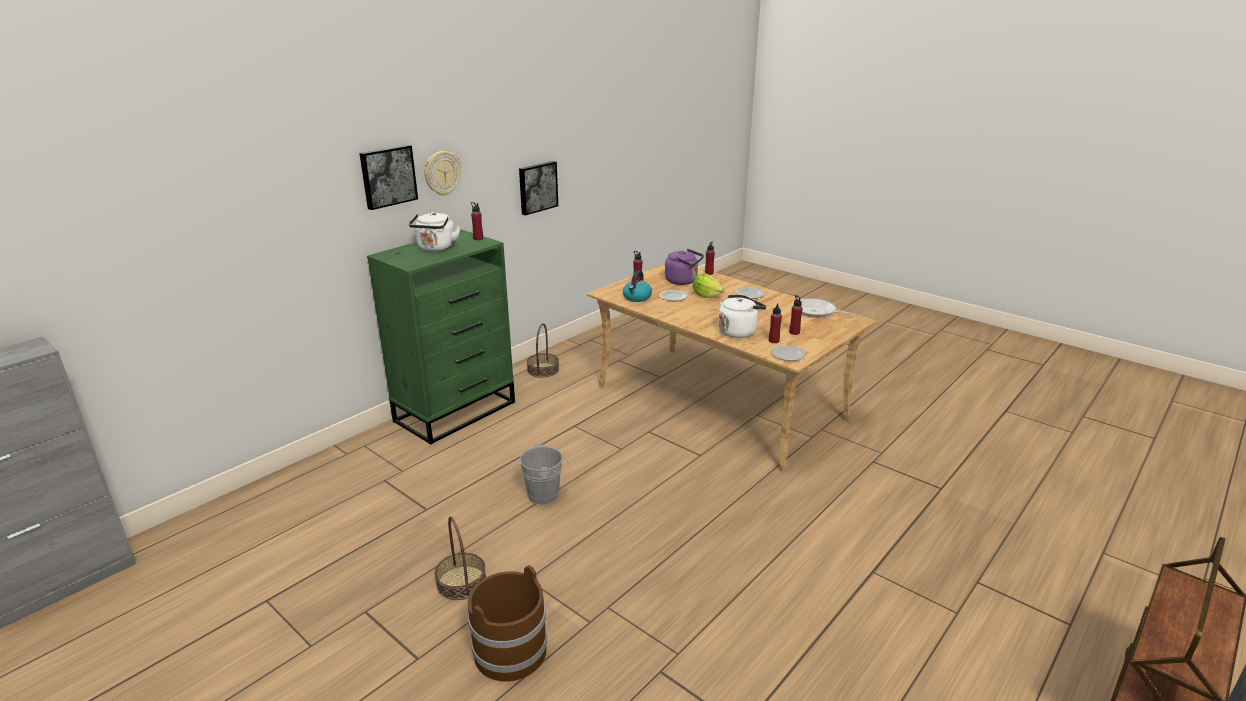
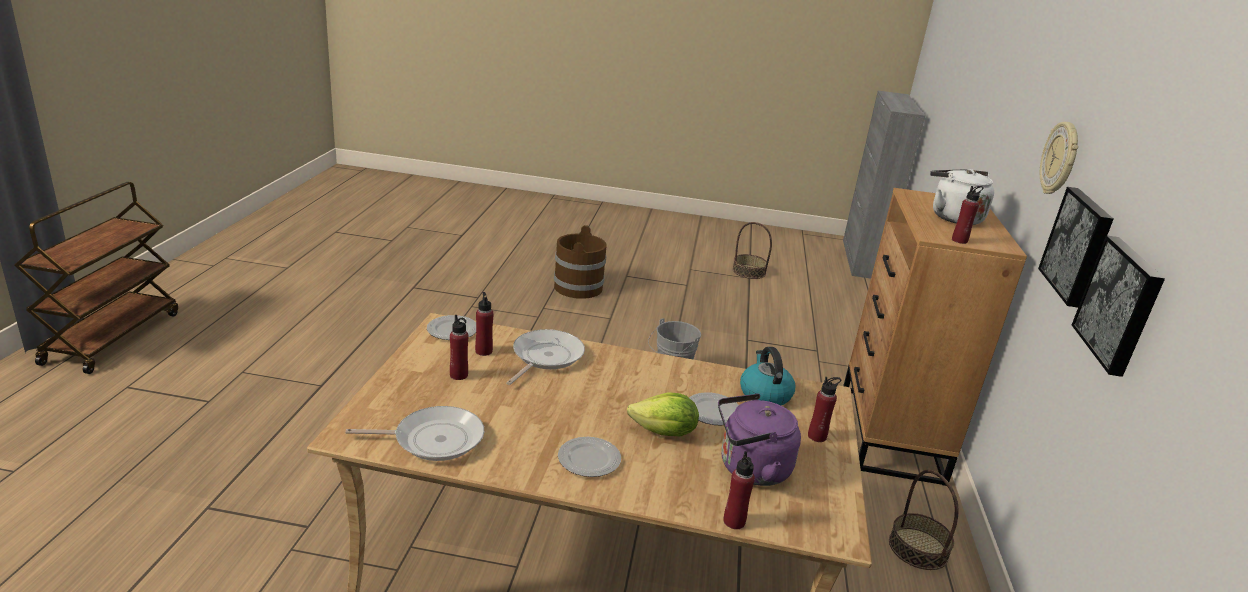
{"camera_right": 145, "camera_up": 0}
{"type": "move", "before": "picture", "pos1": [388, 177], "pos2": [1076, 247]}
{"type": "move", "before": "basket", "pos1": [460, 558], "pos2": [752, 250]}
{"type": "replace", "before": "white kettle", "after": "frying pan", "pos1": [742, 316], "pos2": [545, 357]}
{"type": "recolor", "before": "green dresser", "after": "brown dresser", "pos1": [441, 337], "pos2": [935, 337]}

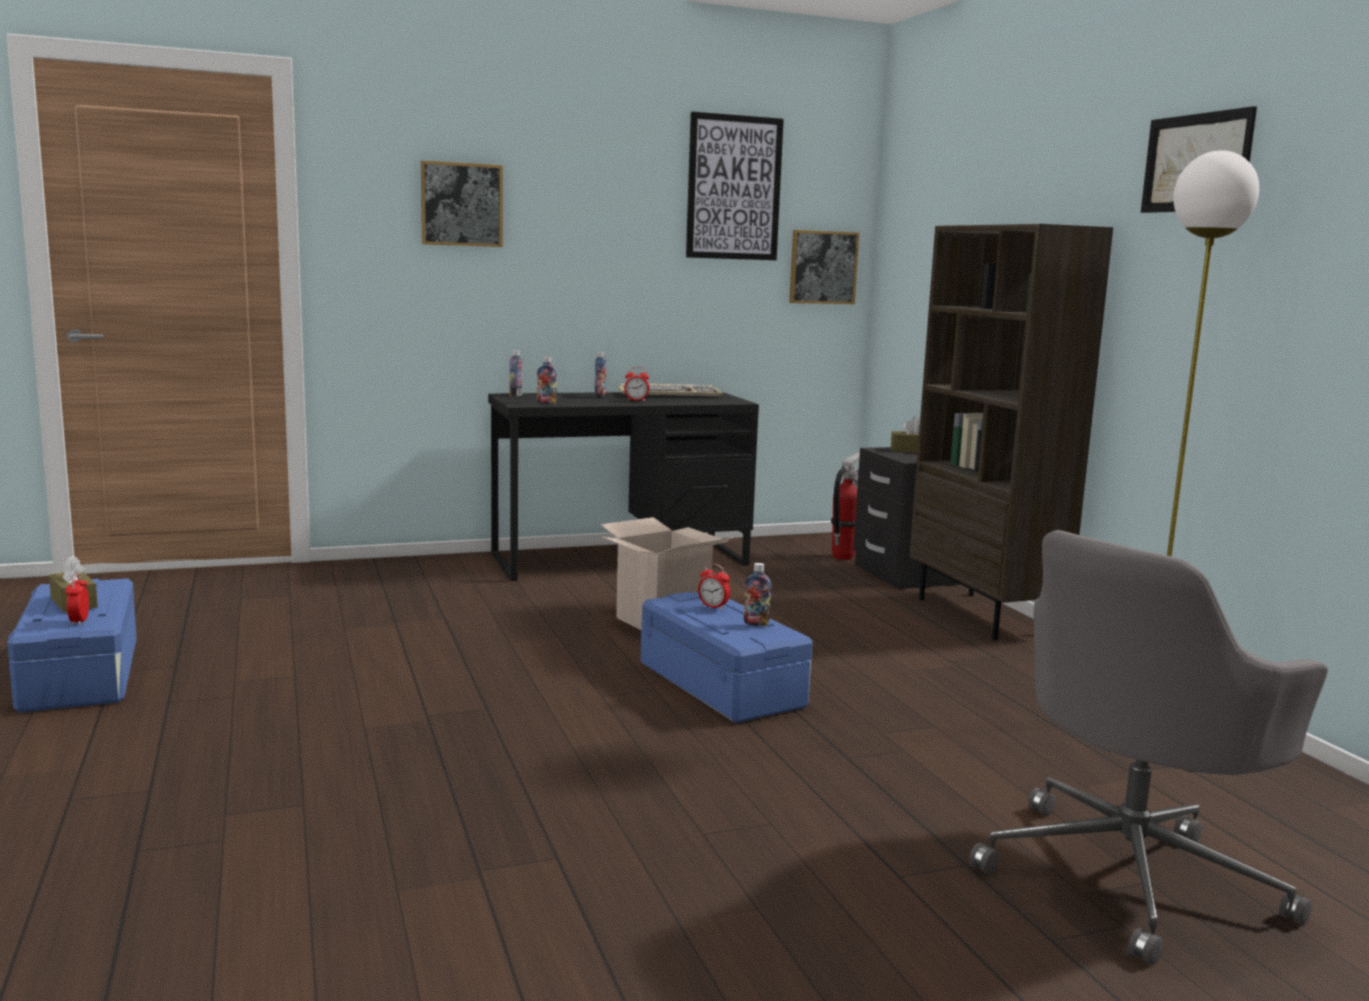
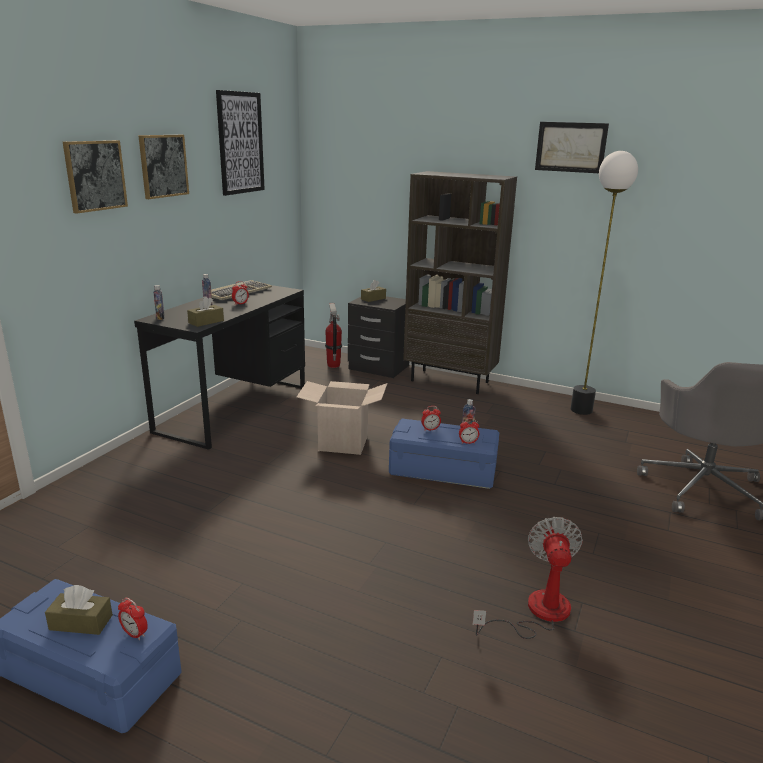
{"camera_right": -45, "camera_up": 10}
{"type": "insert", "after": "alarm clock", "pos2": [469, 431]}
{"type": "insert", "after": "fan", "pos2": [528, 578]}
{"type": "move", "before": "picture", "pos1": [824, 267], "pos2": [163, 167]}
{"type": "replace", "before": "bottle", "after": "brown tissue box", "pos1": [547, 380], "pos2": [205, 311]}

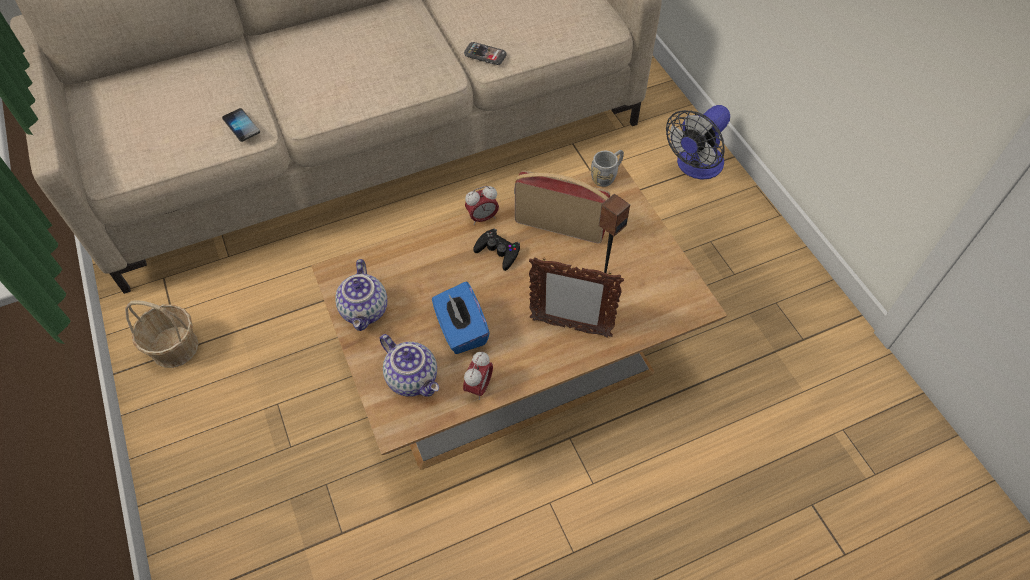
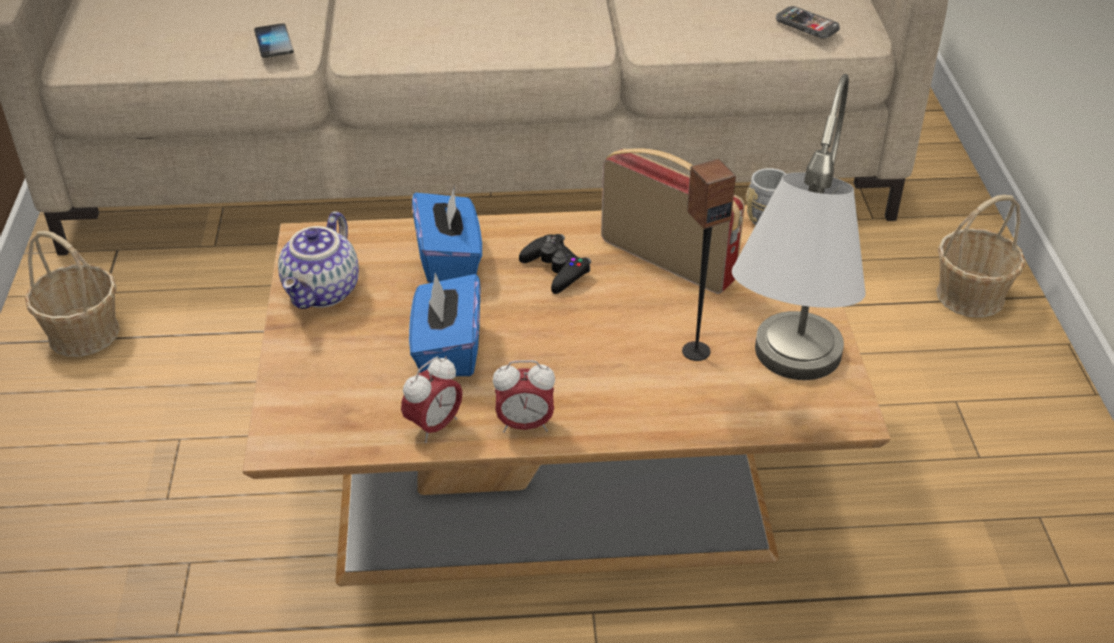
{"camera_right": 20, "camera_up": -15}
{"type": "delete", "before": "teapot", "pos1": [409, 365]}
{"type": "delete", "before": "picture frame", "pos1": [576, 297]}
{"type": "insert", "after": "blue tissue box", "pos2": [447, 234]}
{"type": "insert", "after": "grey table lamp", "pos2": [799, 227]}
{"type": "move", "before": "phone", "pos1": [485, 53], "pos2": [808, 22]}
{"type": "move", "before": "alarm clock", "pos1": [482, 205], "pos2": [524, 396]}
{"type": "replace", "before": "fan", "after": "basket", "pos1": [698, 142], "pos2": [980, 256]}

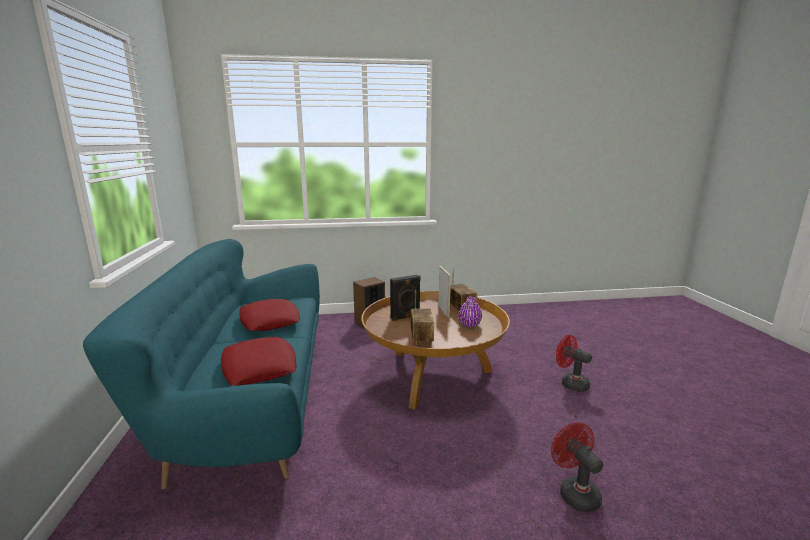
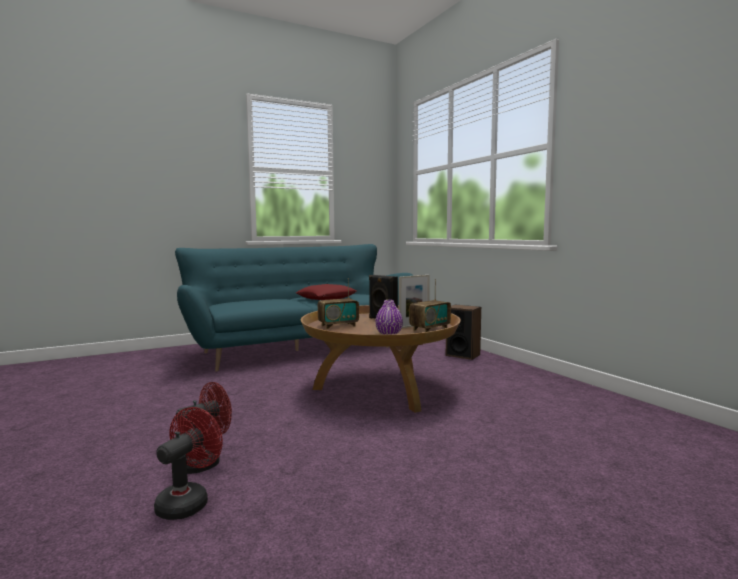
{"camera_right": 70, "camera_up": -10}
{"type": "delete", "before": "red pillow", "pos1": [259, 361]}
{"type": "move", "before": "red fan", "pos1": [574, 363], "pos2": [188, 463]}

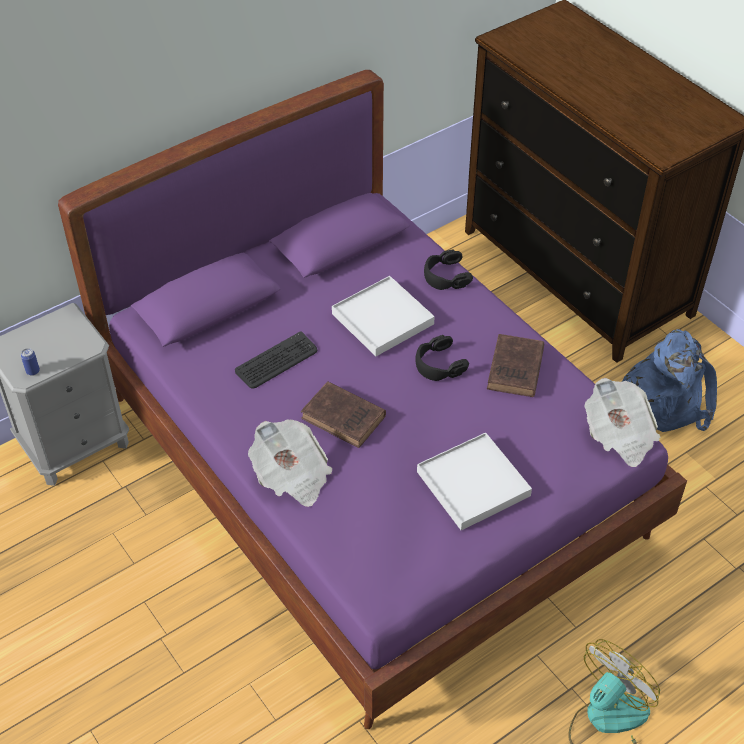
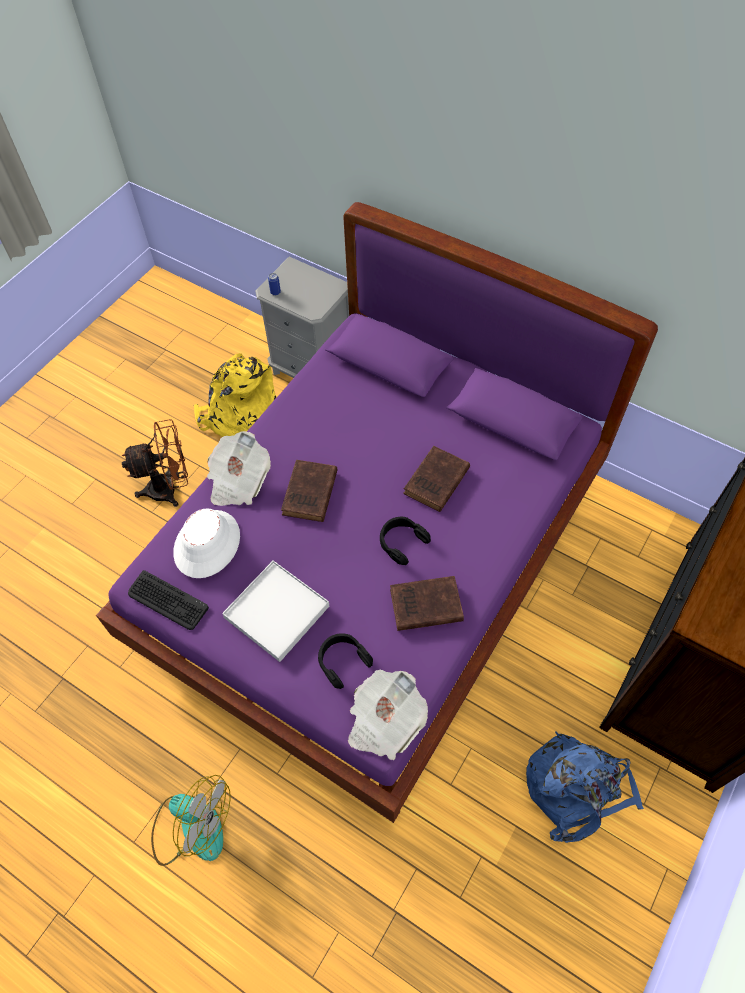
{"camera_right": 70, "camera_up": 10}
{"type": "insert", "after": "brown fan", "pos2": [155, 463]}
{"type": "insert", "after": "white hat", "pos2": [206, 543]}
{"type": "insert", "after": "yellow backpack", "pos2": [235, 395]}
{"type": "move", "before": "keyboard", "pos1": [276, 360], "pos2": [168, 600]}
{"type": "move", "before": "black headphones", "pos1": [448, 269], "pos2": [345, 661]}
{"type": "replace", "before": "white tray", "after": "brown book", "pos1": [383, 316], "pos2": [436, 479]}

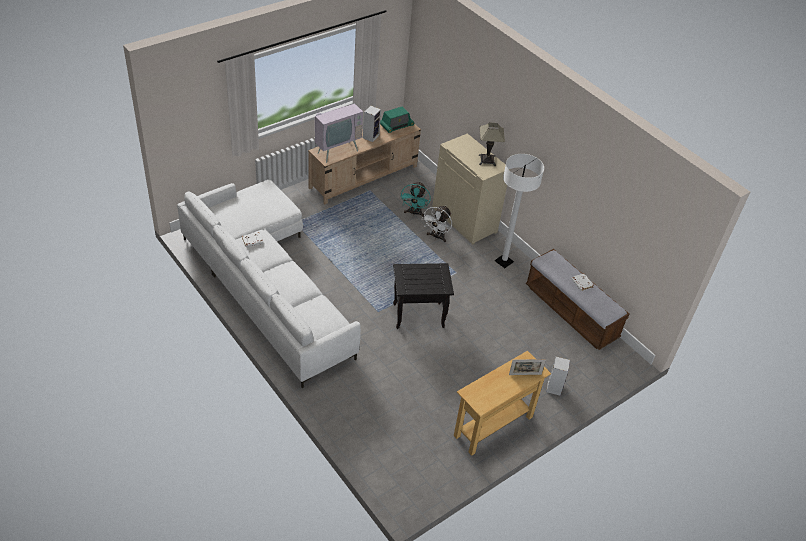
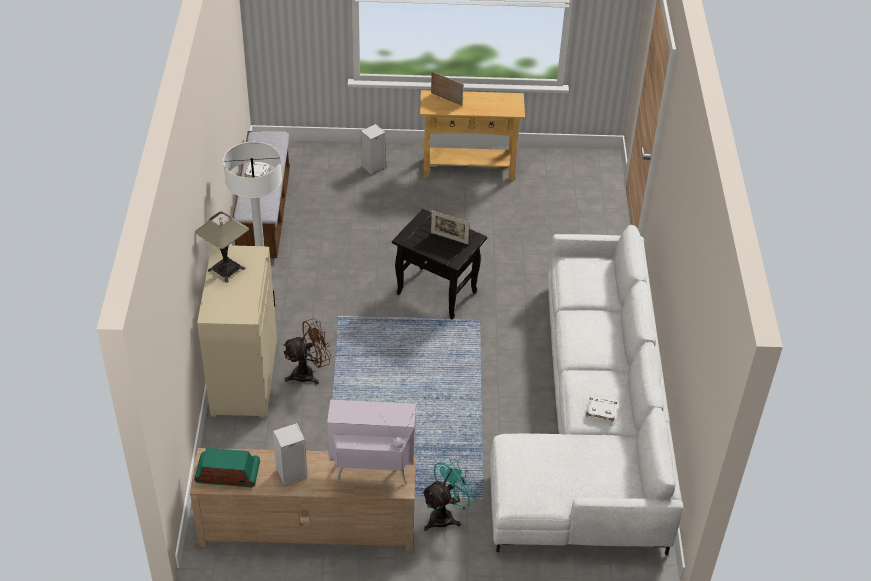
{"camera_right": -140, "camera_up": 0}
{"type": "insert", "after": "picture frame", "pos2": [450, 227]}
{"type": "move", "before": "turquoise fan", "pos1": [415, 199], "pos2": [449, 494]}
{"type": "recolor", "before": "white fan", "after": "brown fan", "pos1": [437, 224], "pos2": [307, 351]}

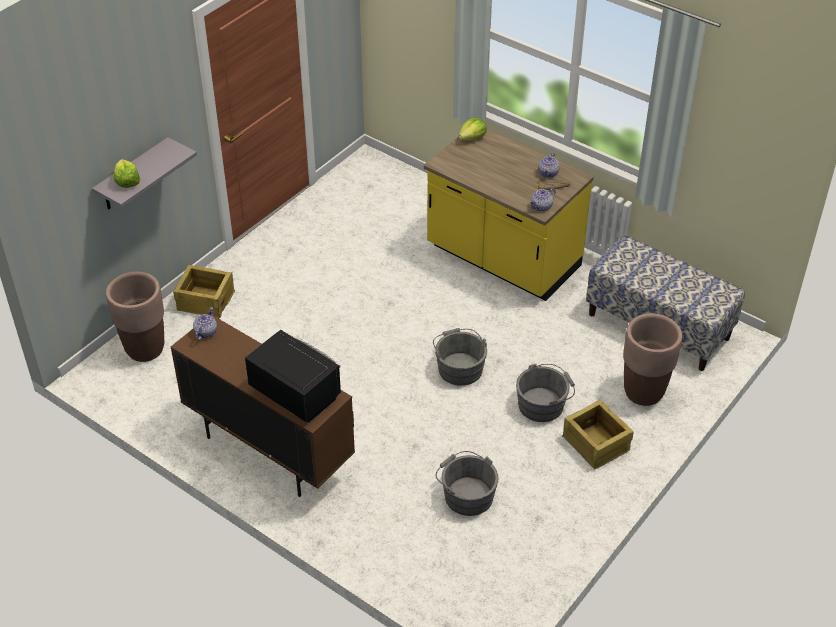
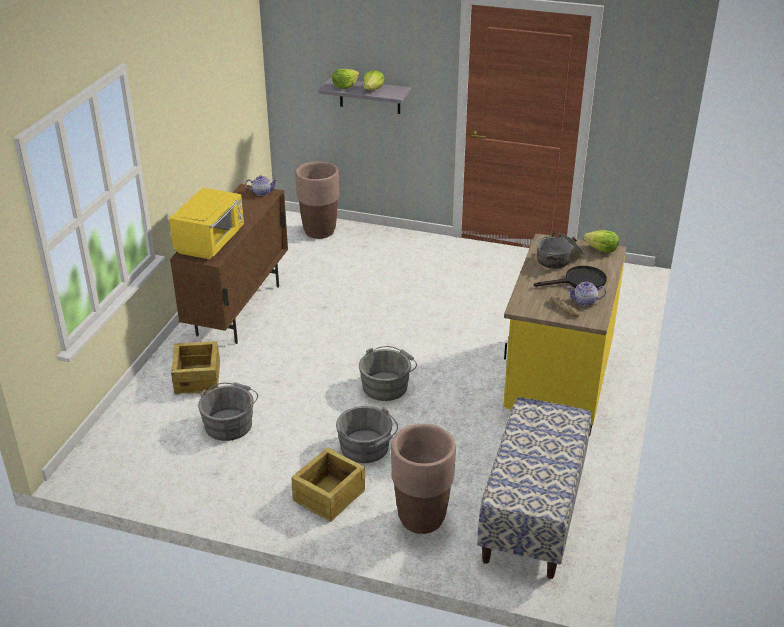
{"camera_right": 70, "camera_up": -10}
{"type": "delete", "before": "teapot", "pos1": [542, 200]}
{"type": "insert", "after": "lettuce", "pos2": [374, 80]}
{"type": "insert", "after": "black frying pan", "pos2": [570, 277]}
{"type": "insert", "after": "cooking pot", "pos2": [560, 250]}
{"type": "move", "before": "crate", "pos1": [204, 291], "pos2": [195, 368]}
{"type": "recolor", "before": "black microwave", "after": "yellow microwave", "pos1": [293, 376], "pos2": [206, 223]}

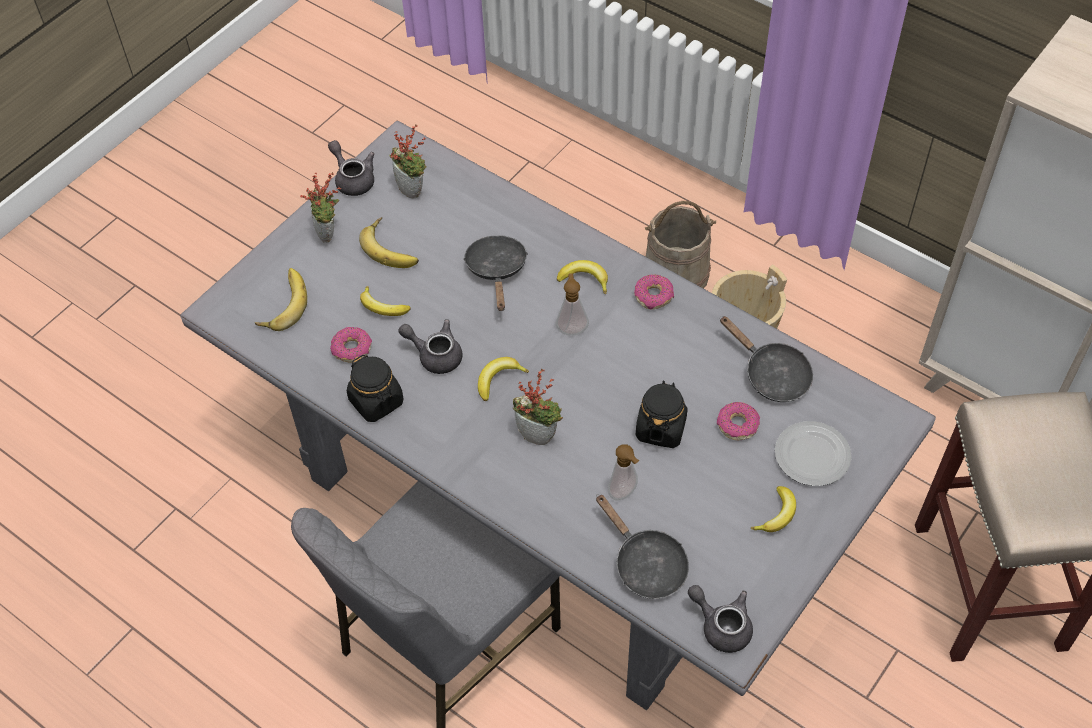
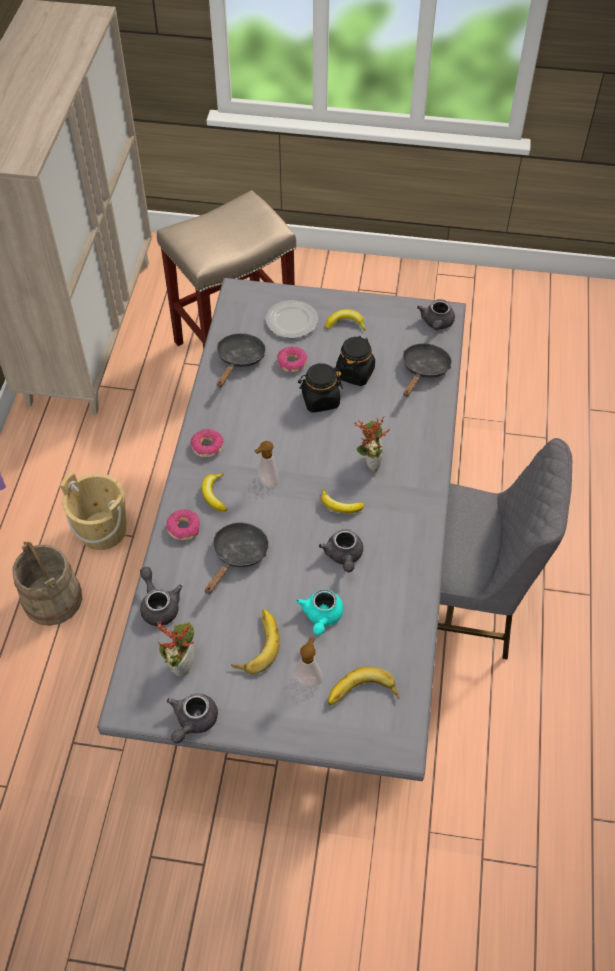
{"camera_right": -120, "camera_up": 0}
{"type": "delete", "before": "potted plant", "pos1": [320, 207]}
{"type": "insert", "after": "grey teapot", "pos2": [161, 596]}
{"type": "move", "before": "donut", "pos1": [351, 345], "pos2": [183, 525]}
{"type": "move", "before": "black jar", "pos1": [375, 388], "pos2": [355, 360]}
{"type": "move", "before": "soap dispenser", "pos1": [623, 472], "pos2": [308, 662]}
{"type": "replace", "before": "banana", "after": "turquoise teapot", "pos1": [385, 301], "pos2": [320, 612]}
{"type": "rotate", "before": "black frying pan", "pos1": [495, 273], "pos2": [237, 558], "turn": 150}

